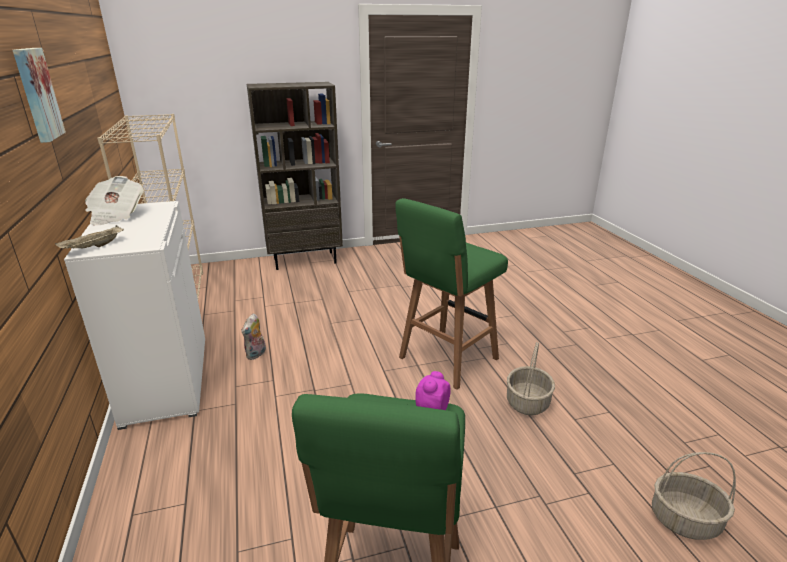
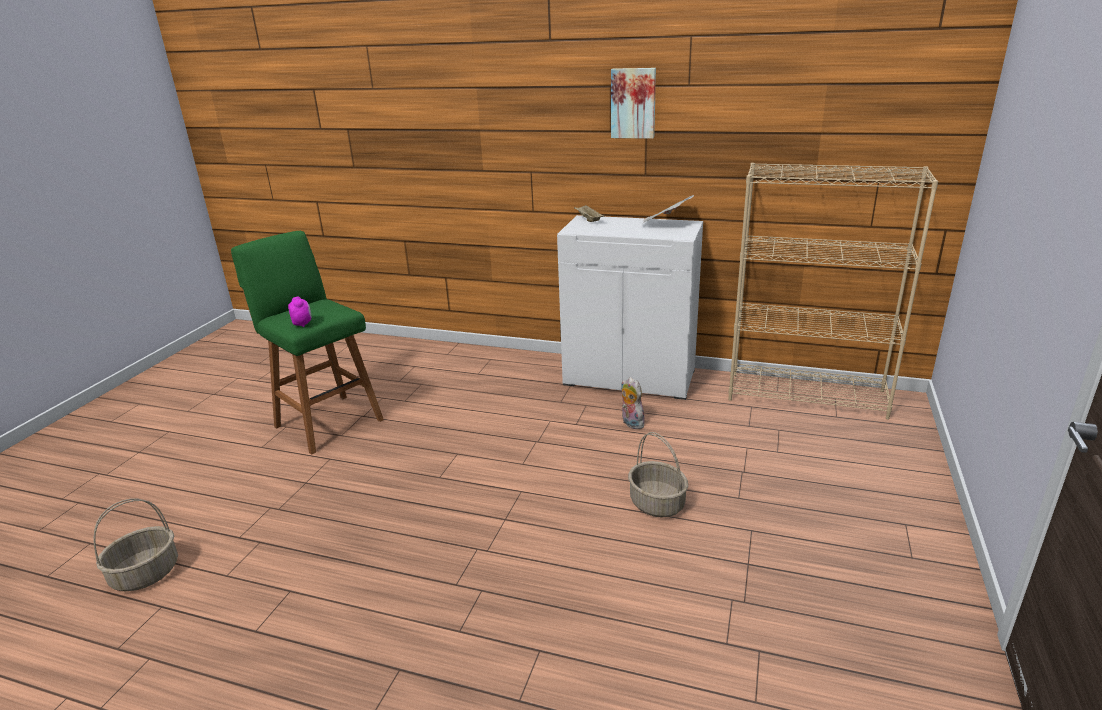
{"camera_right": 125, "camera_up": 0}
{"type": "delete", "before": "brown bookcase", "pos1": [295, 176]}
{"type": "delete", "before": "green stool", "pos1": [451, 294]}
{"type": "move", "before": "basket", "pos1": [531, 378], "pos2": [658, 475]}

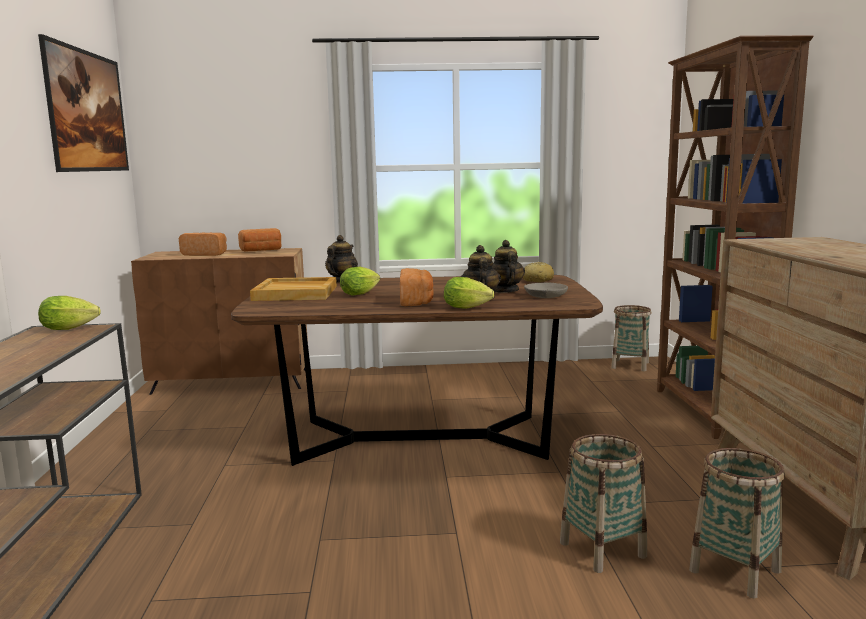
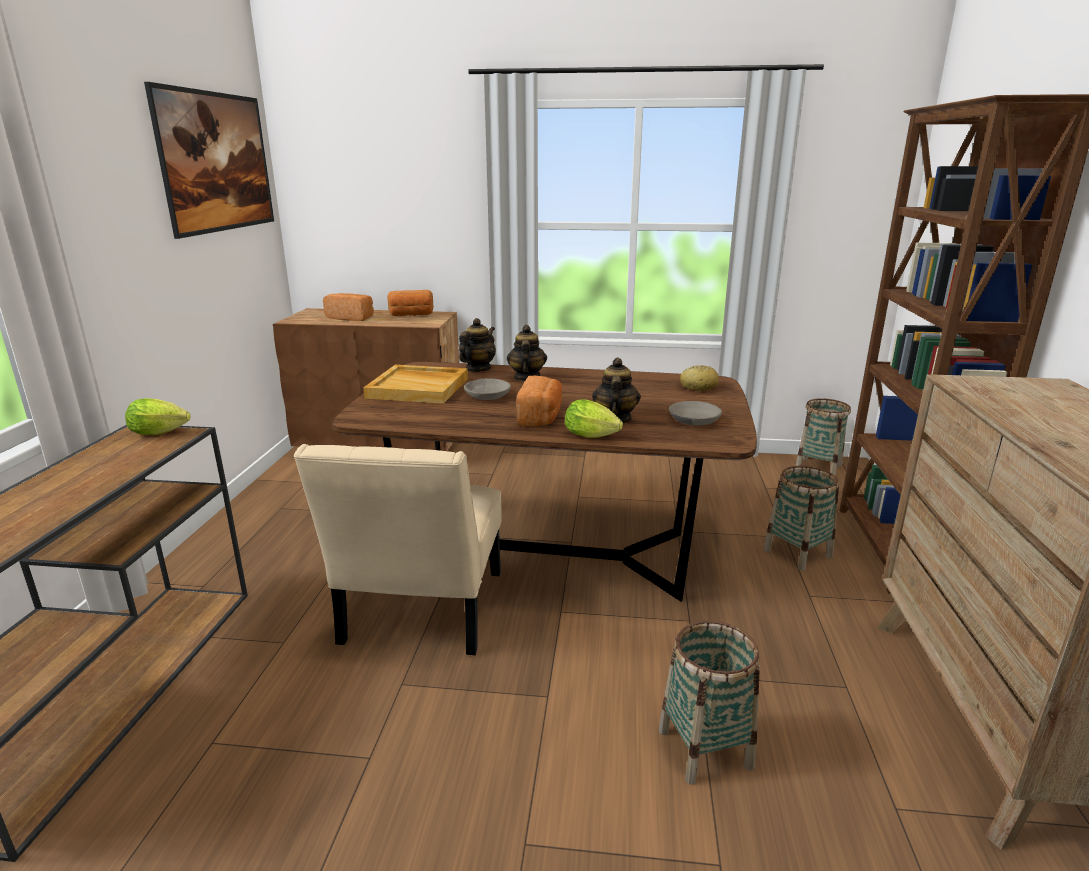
{"camera_right": 10, "camera_up": 10}
{"type": "insert", "after": "beige chair", "pos2": [398, 549]}
{"type": "move", "before": "teapot", "pos1": [508, 266], "pos2": [527, 353]}
{"type": "move", "before": "basket", "pos1": [737, 523], "pos2": [801, 518]}
{"type": "replace", "before": "lettuce", "after": "grey bowl", "pos1": [360, 281], "pos2": [487, 389]}

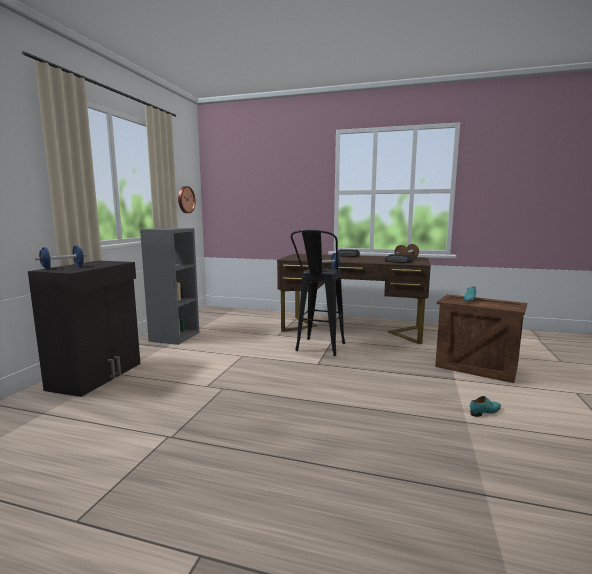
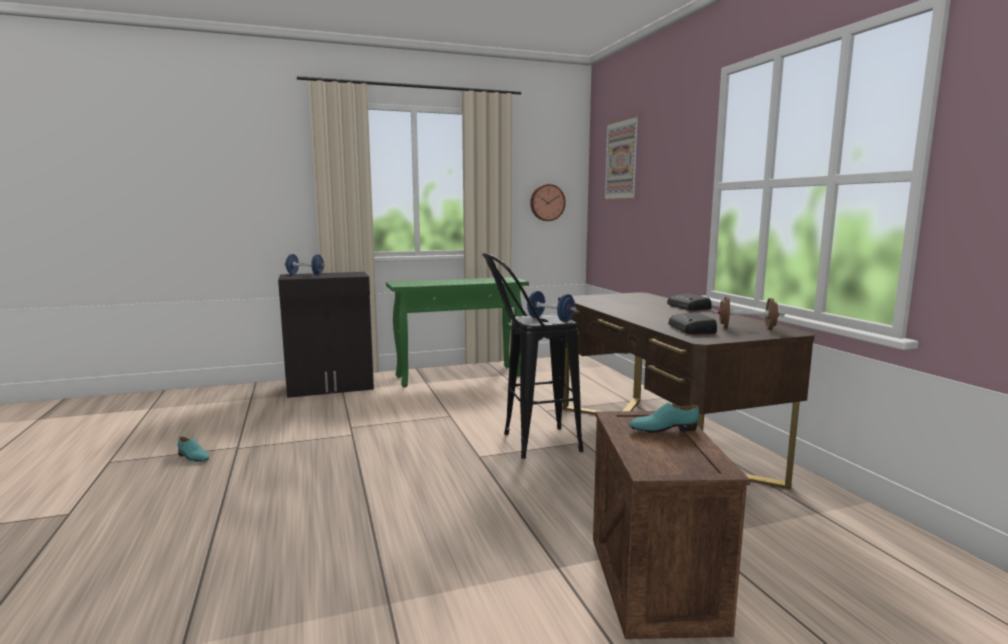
{"camera_right": 55, "camera_up": 0}
{"type": "insert", "after": "picture", "pos2": [621, 157]}
{"type": "move", "before": "turquoise shoe", "pos1": [485, 406], "pos2": [193, 449]}
{"type": "replace", "before": "grey bookcase", "after": "green console table", "pos1": [169, 286], "pos2": [457, 332]}

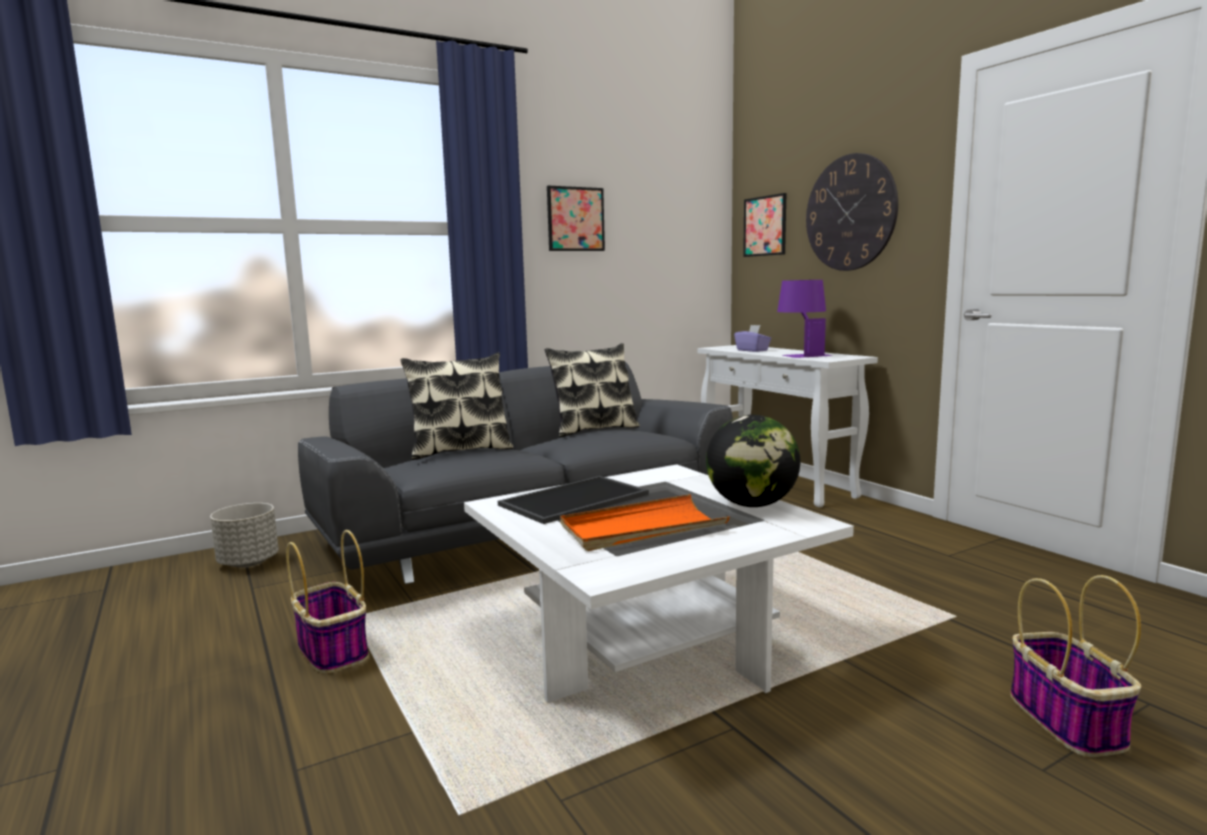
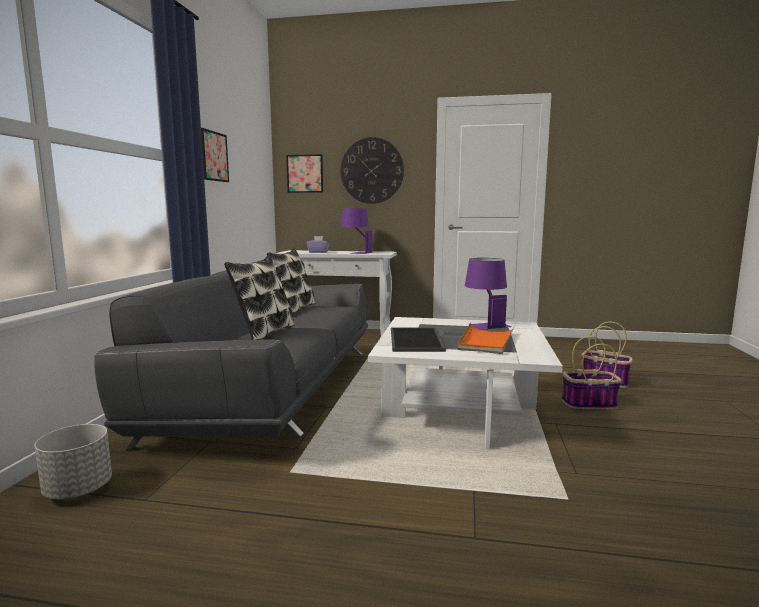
{"camera_right": -50, "camera_up": 0}
{"type": "move", "before": "basket", "pos1": [327, 602], "pos2": [591, 372]}
{"type": "replace", "before": "globe", "after": "purple table lamp", "pos1": [753, 461], "pos2": [488, 294]}

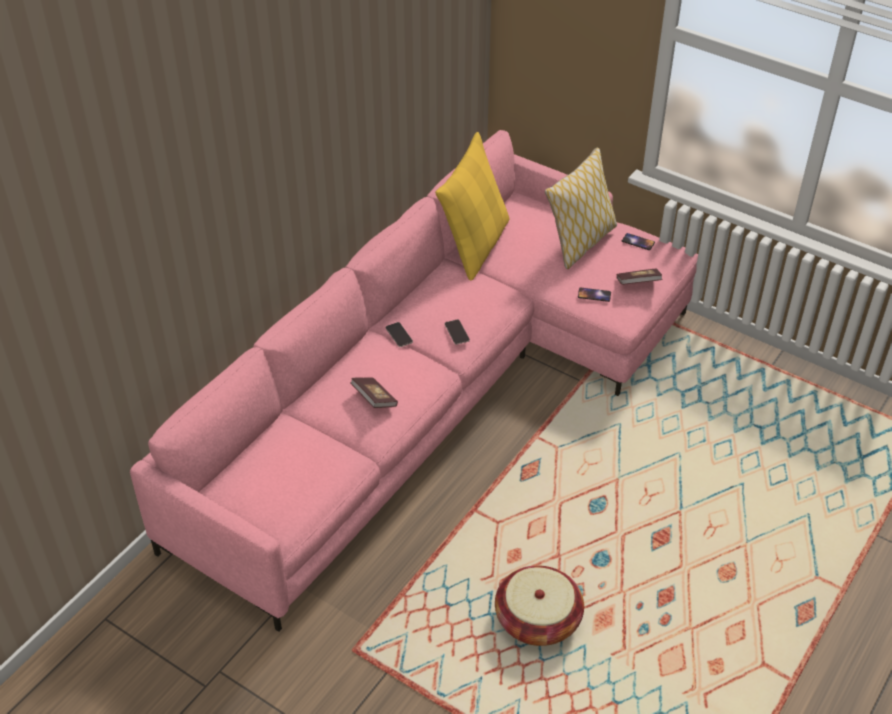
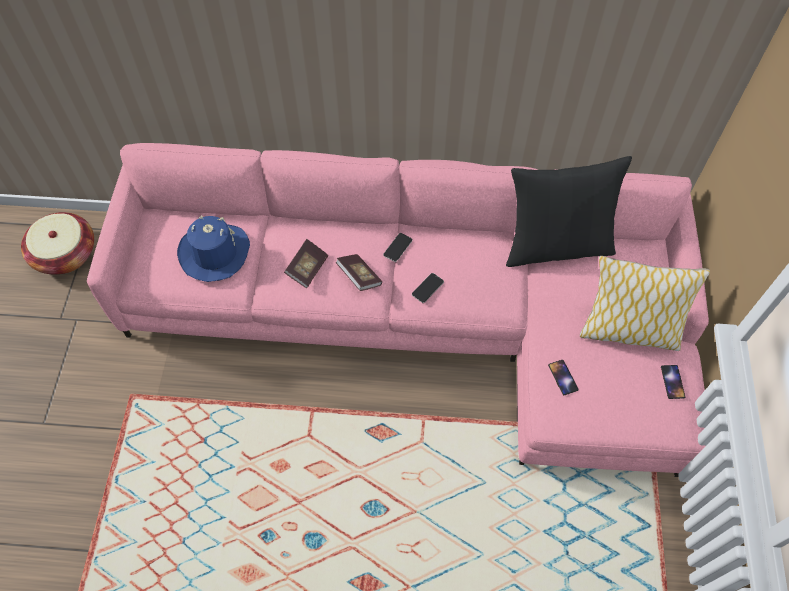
{"camera_right": 60, "camera_up": 15}
{"type": "insert", "after": "blue hat", "pos2": [213, 248]}
{"type": "move", "before": "basket", "pos1": [539, 605], "pos2": [57, 243]}
{"type": "move", "before": "book", "pos1": [640, 276], "pos2": [359, 272]}
{"type": "recolor", "before": "yellow pillow", "after": "black pillow", "pos1": [472, 206], "pos2": [569, 211]}

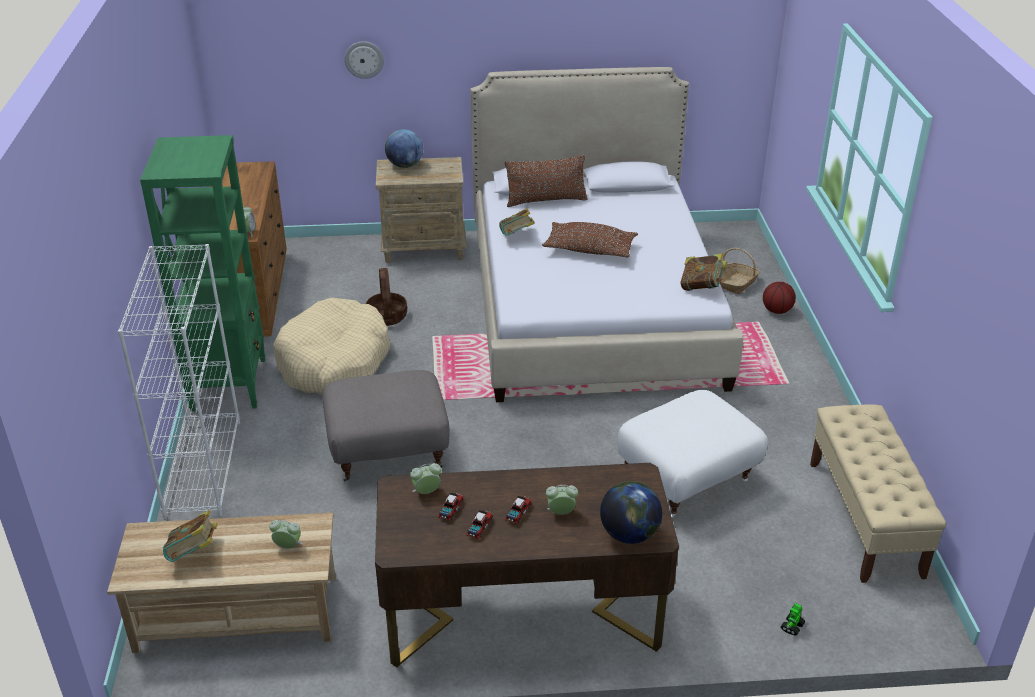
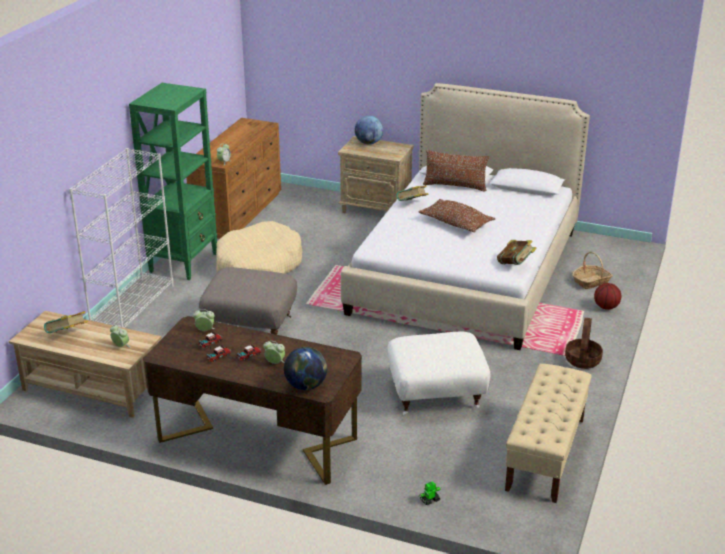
{"camera_right": 25, "camera_up": -5}
{"type": "delete", "before": "wall clock", "pos1": [364, 60]}
{"type": "move", "before": "basket", "pos1": [386, 297], "pos2": [584, 343]}

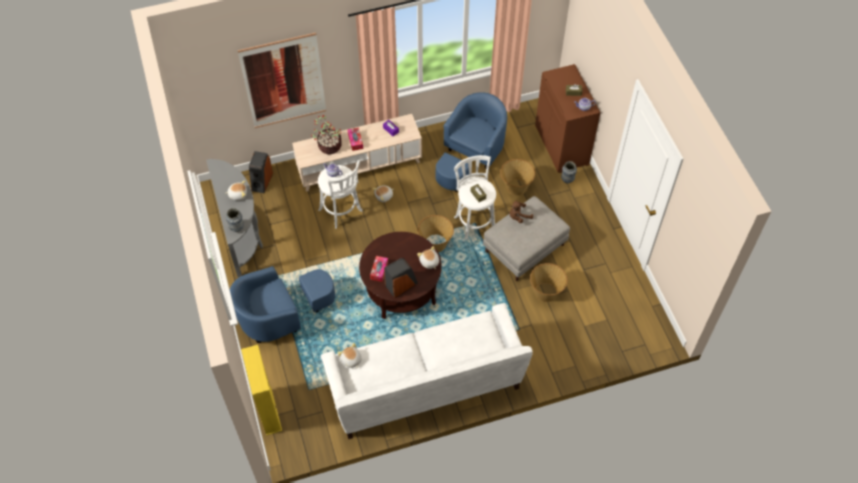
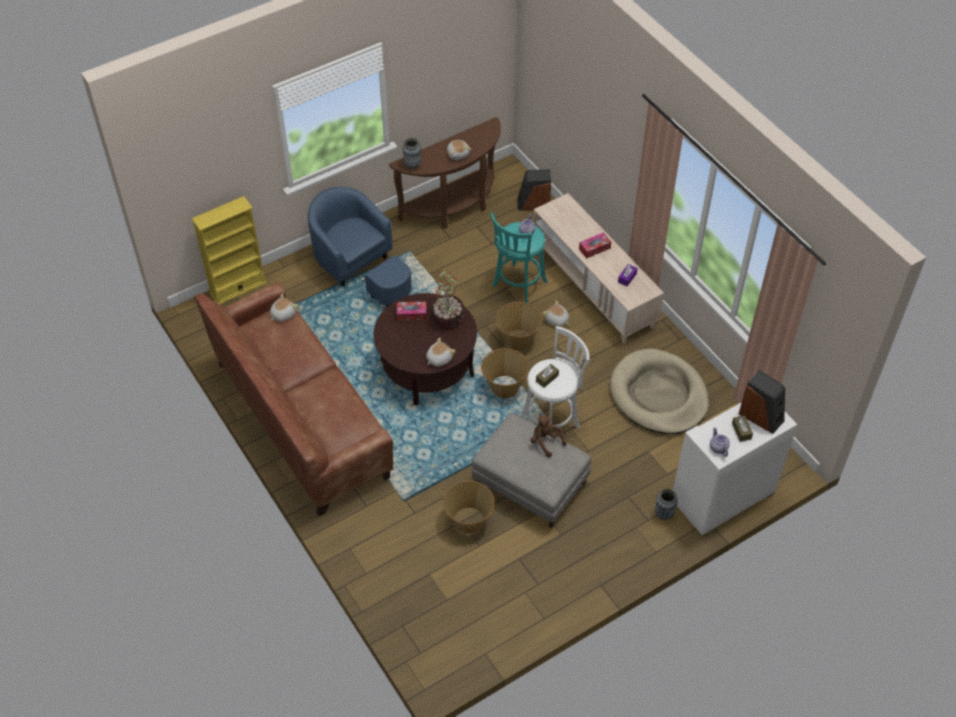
{"camera_right": 75, "camera_up": -5}
{"type": "delete", "before": "picture", "pos1": [282, 80]}
{"type": "move", "before": "potted plant", "pos1": [326, 134], "pos2": [447, 299]}
{"type": "move", "before": "speaker", "pos1": [401, 278], "pos2": [762, 402]}
{"type": "move", "before": "basket", "pos1": [517, 177], "pos2": [519, 326]}
{"type": "replace", "before": "blue armchair", "after": "beige dog bed", "pos1": [471, 142], "pos2": [659, 391]}
{"type": "recolor", "before": "grey console table", "after": "brown console table", "pos1": [234, 218], "pos2": [445, 173]}
{"type": "recolor", "before": "white stool", "after": "turquoise stool", "pos1": [340, 194], "pos2": [519, 257]}
{"type": "recolor", "before": "white sofa", "after": "brown sofa", "pos1": [426, 371], "pos2": [294, 399]}
{"type": "recolor", "before": "brown cabinet", "after": "white cabinet", "pos1": [568, 118], "pos2": [735, 469]}

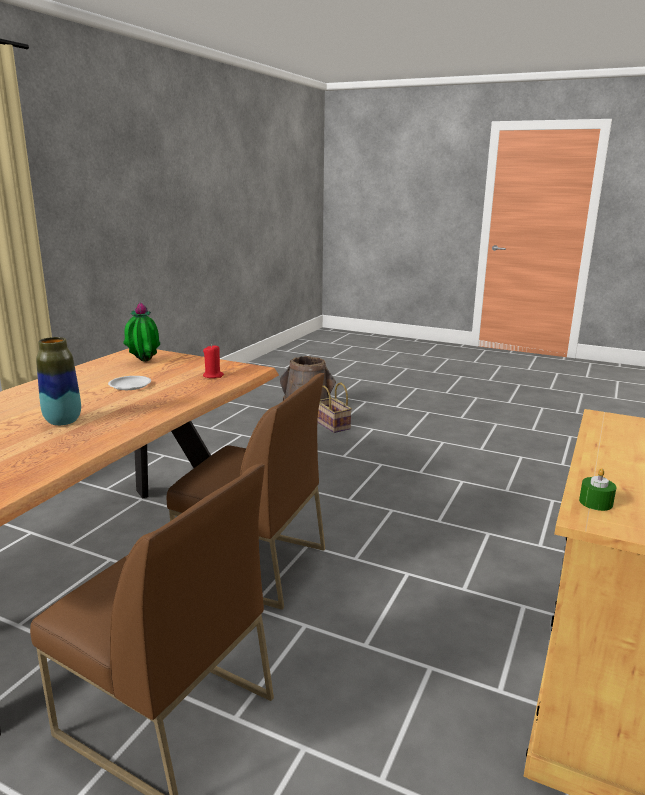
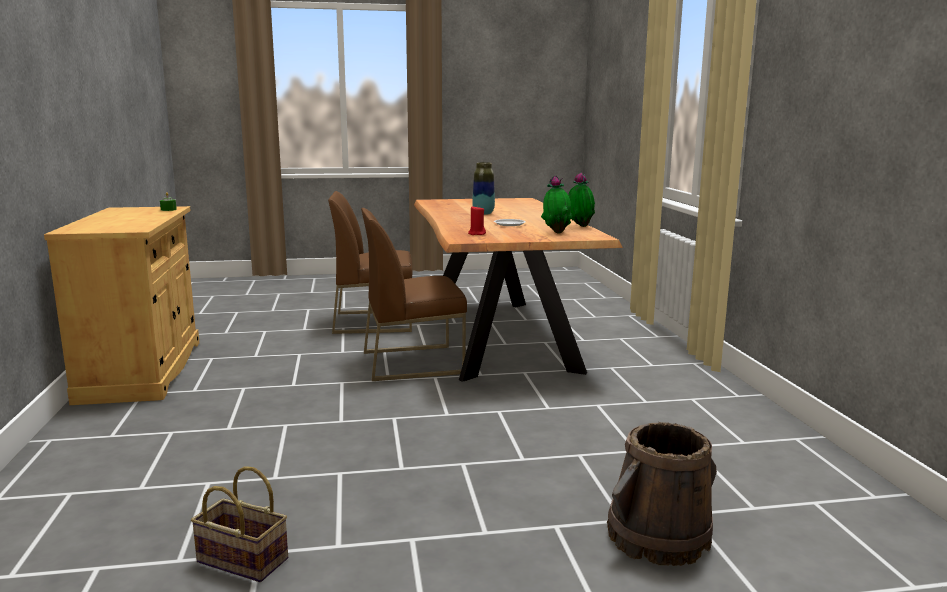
{"camera_right": 145, "camera_up": -5}
{"type": "insert", "after": "potted plant", "pos2": [581, 199]}
{"type": "move", "before": "basket", "pos1": [334, 407], "pos2": [239, 524]}

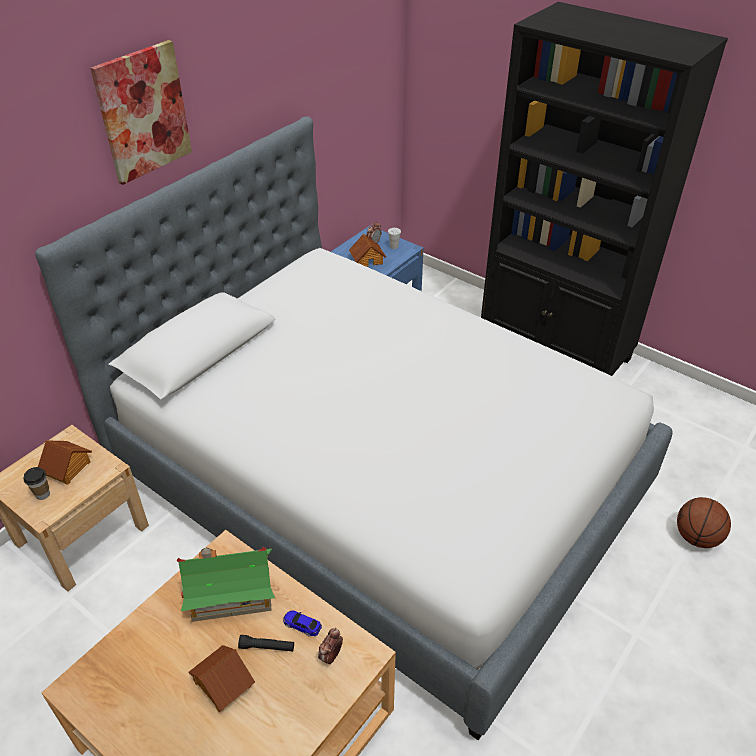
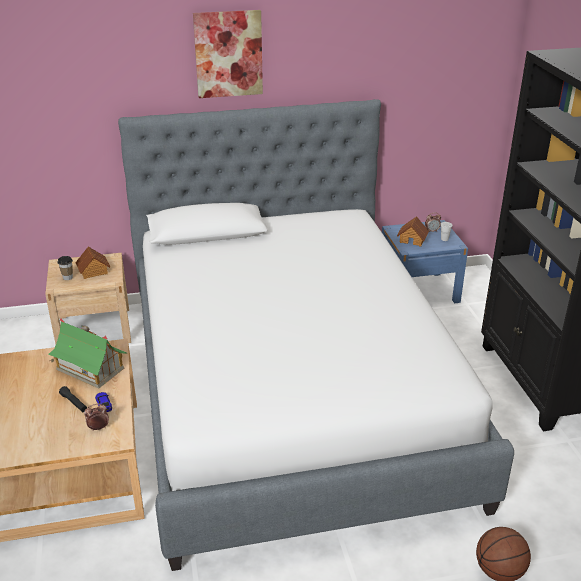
{"camera_right": 40, "camera_up": -10}
{"type": "delete", "before": "toy house", "pos1": [221, 678]}

